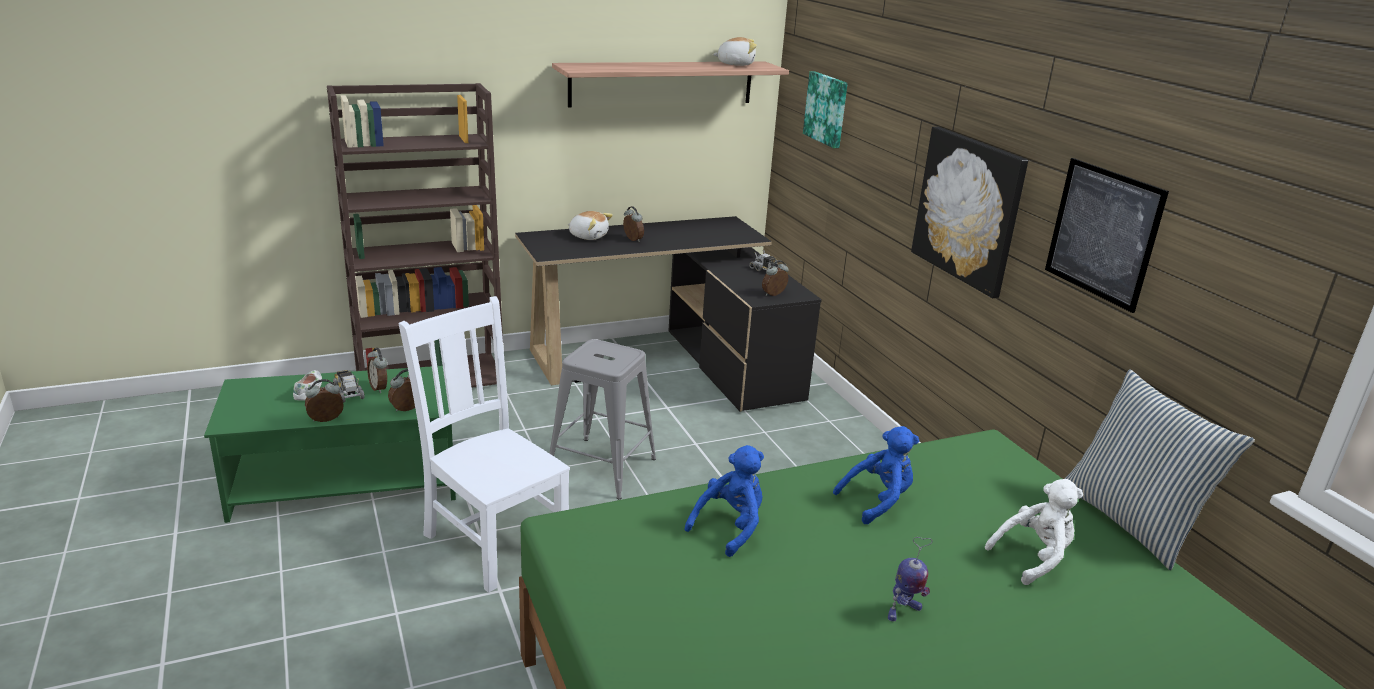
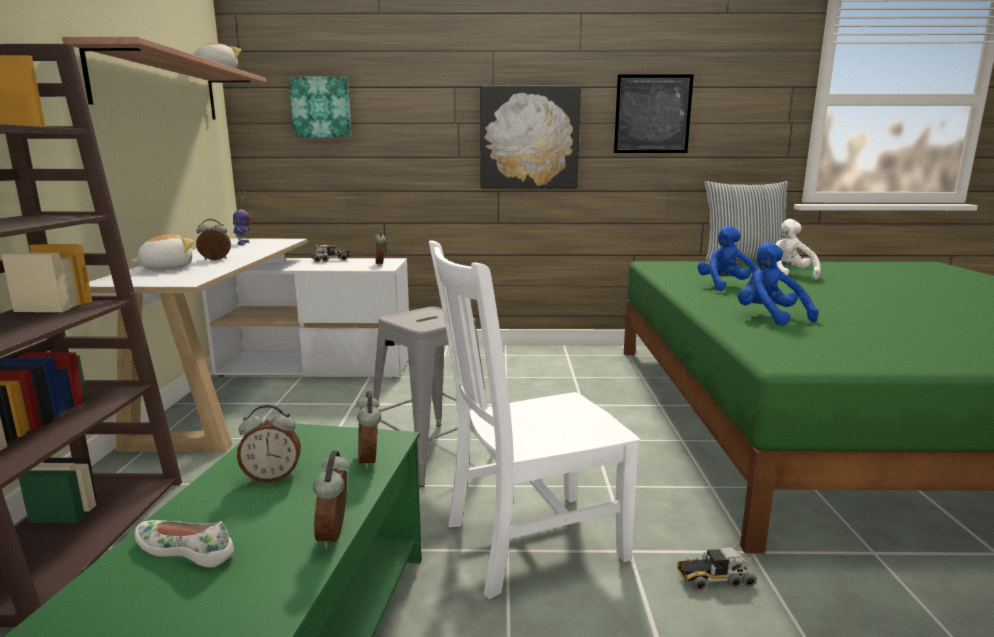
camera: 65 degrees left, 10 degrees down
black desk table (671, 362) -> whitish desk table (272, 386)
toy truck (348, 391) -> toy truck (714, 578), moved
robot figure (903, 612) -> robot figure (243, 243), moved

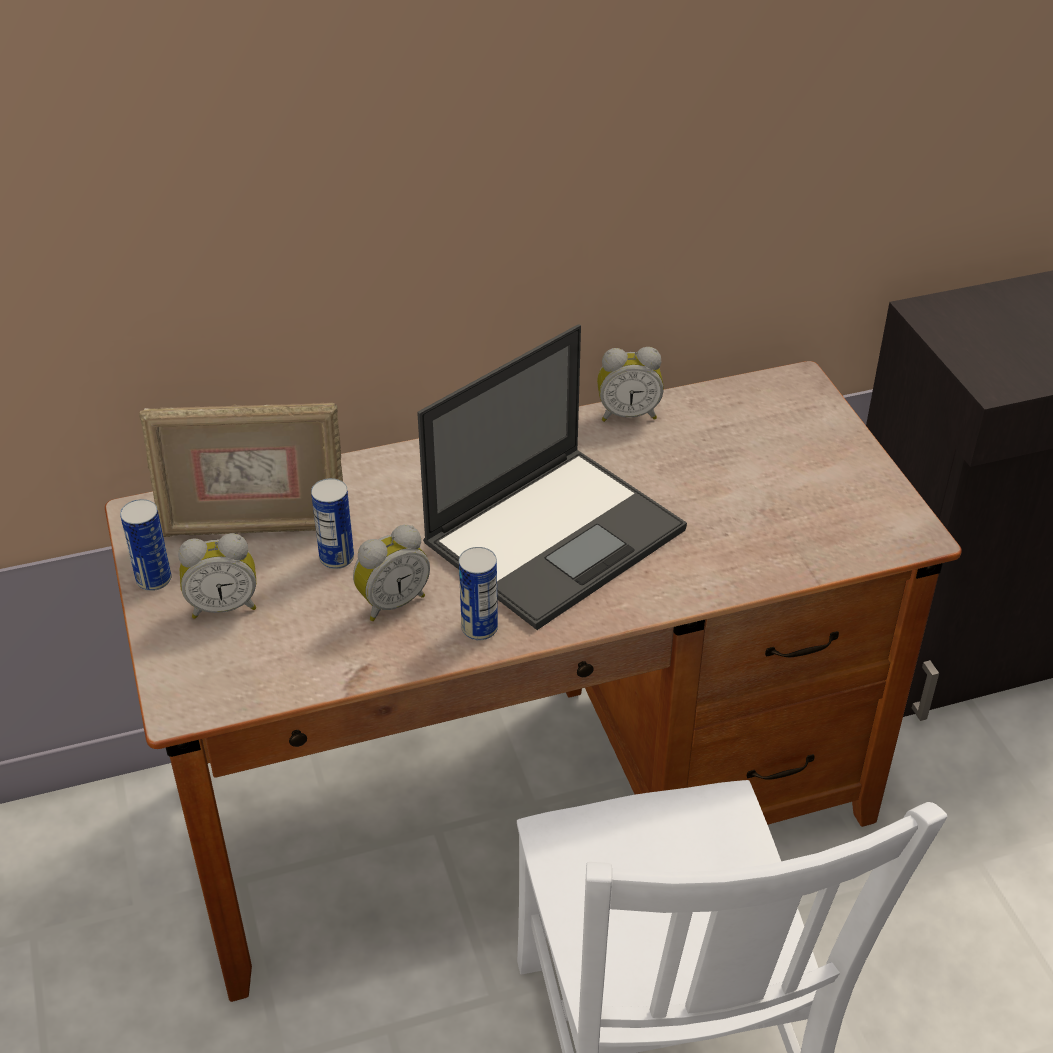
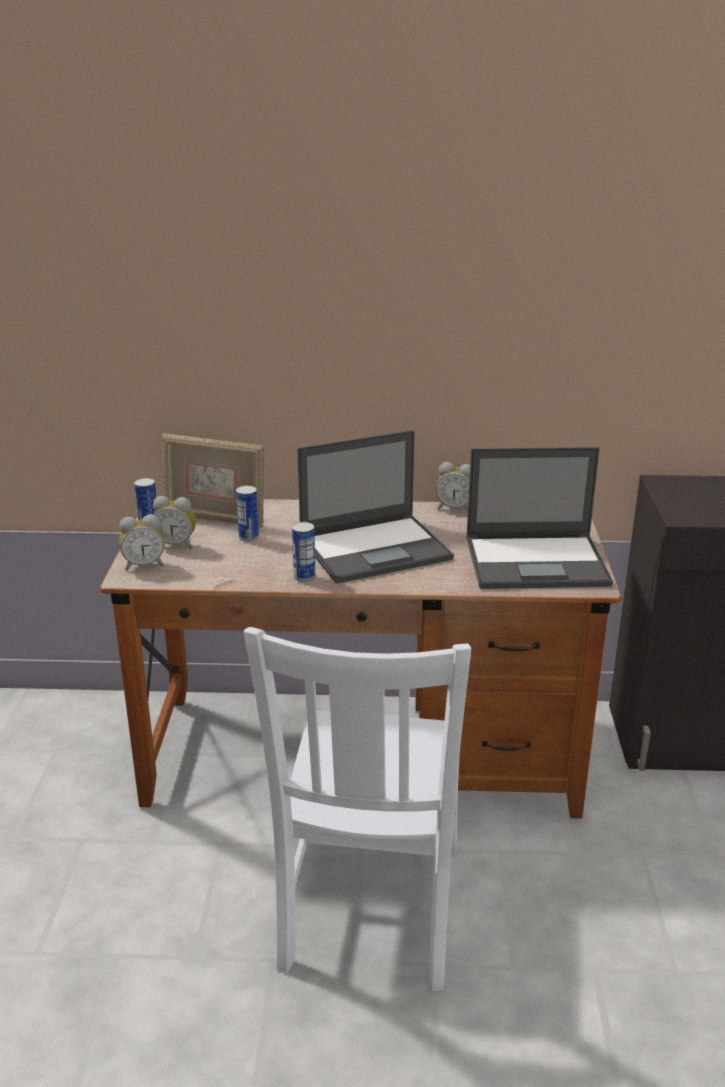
camera: 20 degrees right, 15 degrees down
alarm clock (391, 602) -> alarm clock (144, 565), moved
none -> notebook computer (537, 562)

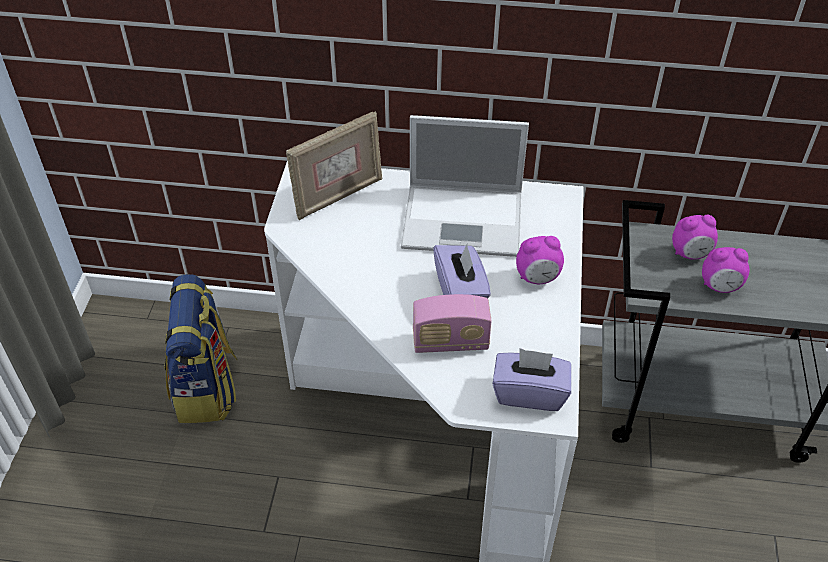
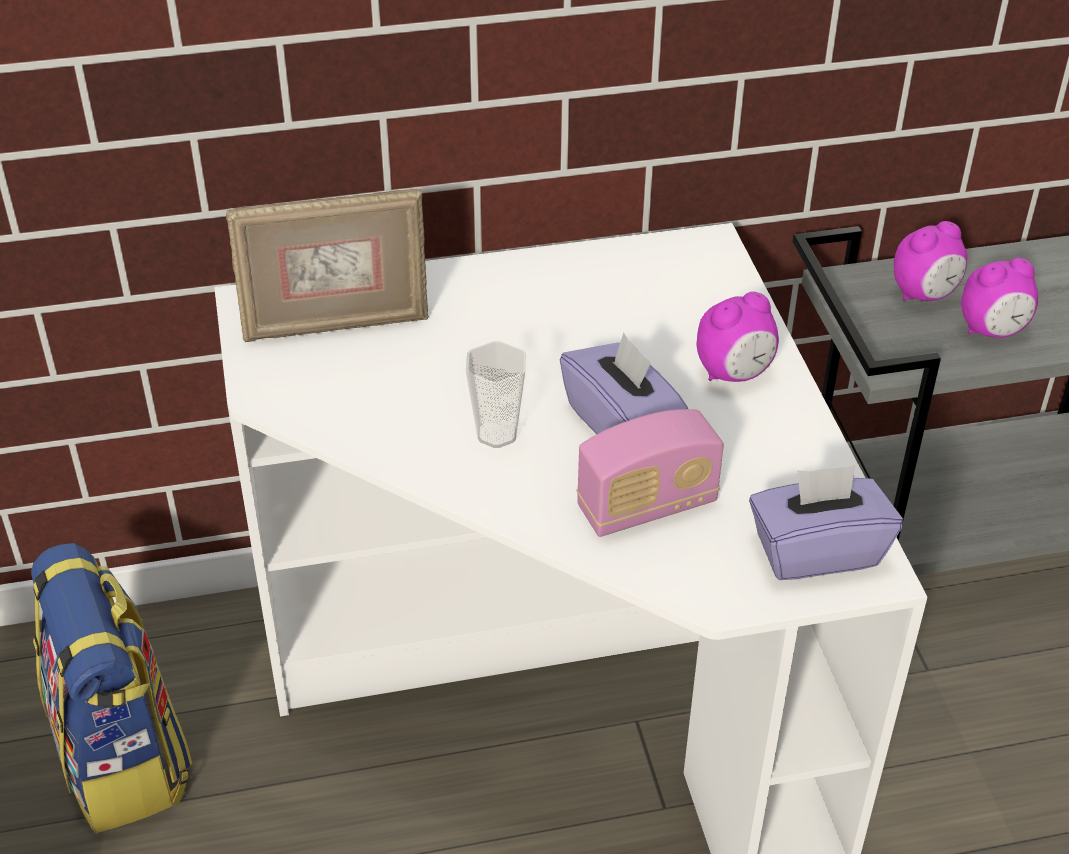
camera: 20 degrees left, 5 degrees down
picture frame (338, 196) -> picture frame (336, 325), 45 degrees clockwise
notebook computer (465, 220) -> none
none -> drinking cup (497, 434)

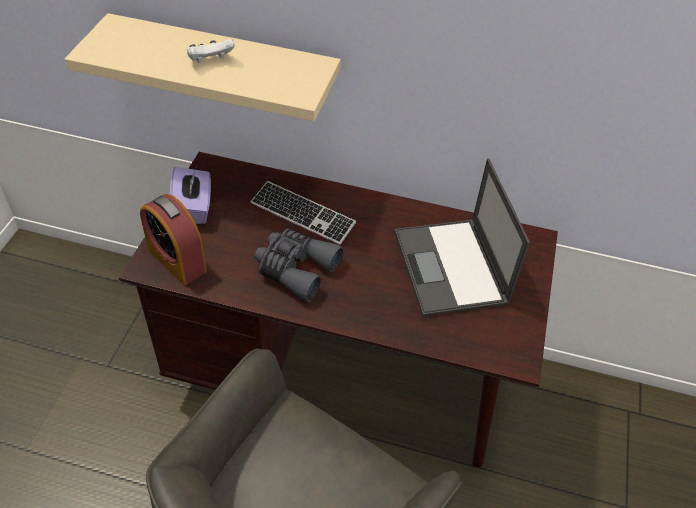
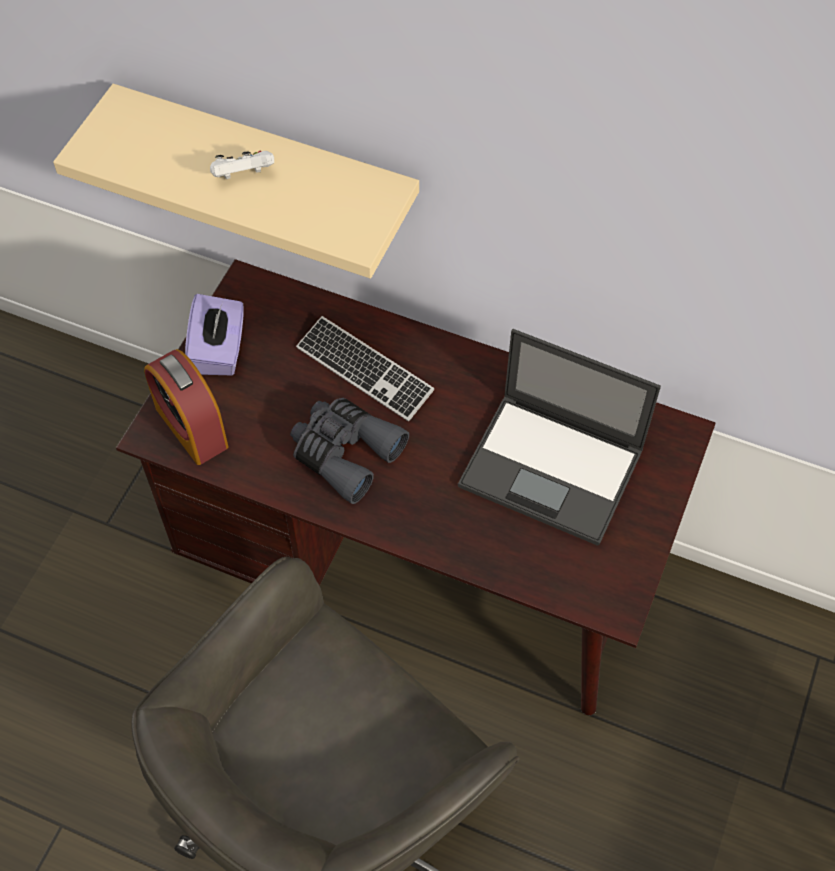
camera: 10 degrees right, 10 degrees up
notebook computer (451, 268) -> notebook computer (553, 469), 60 degrees counterclockwise

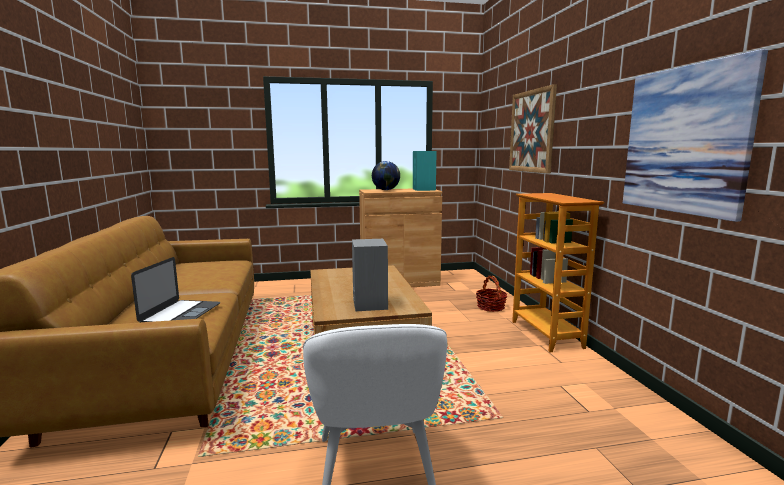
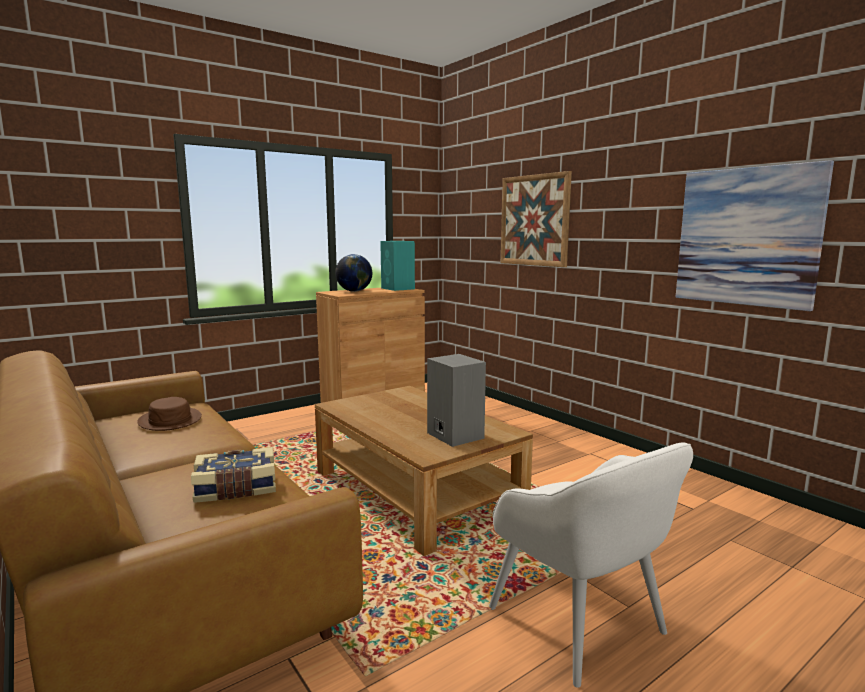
camera: 25 degrees left, 0 degrees up
bookshelf (547, 334) -> none
notebook computer (181, 313) -> book (236, 489)
basket (491, 307) -> none
none -> brown-coloured clothing hat (170, 420)

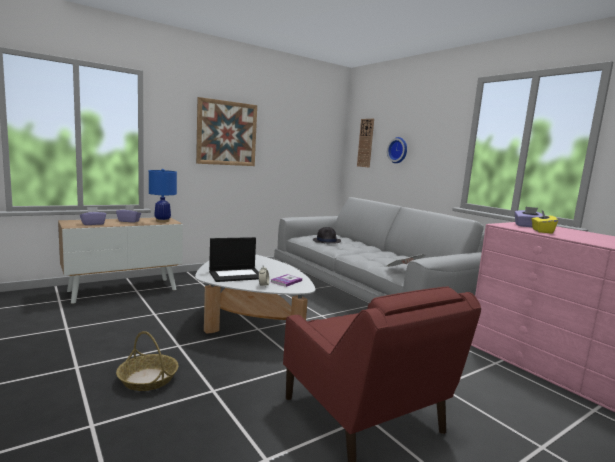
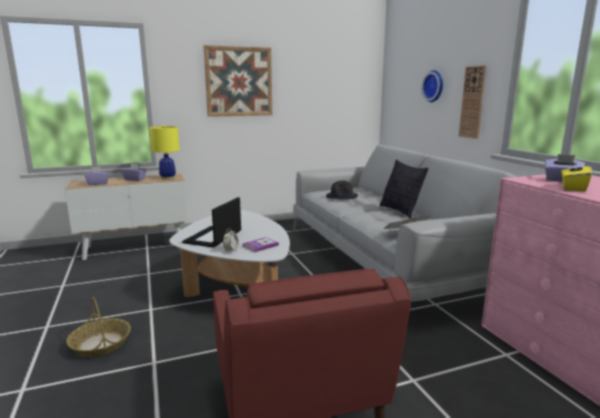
camera: 15 degrees right, 5 degrees up
hanging clock (365, 143) -> hanging clock (472, 102), moved
bluish table lamp (162, 221) -> yellowish table lamp (168, 178)
notebook computer (236, 275) -> notebook computer (213, 237), 120 degrees clockwise
none -> pillow (400, 211)

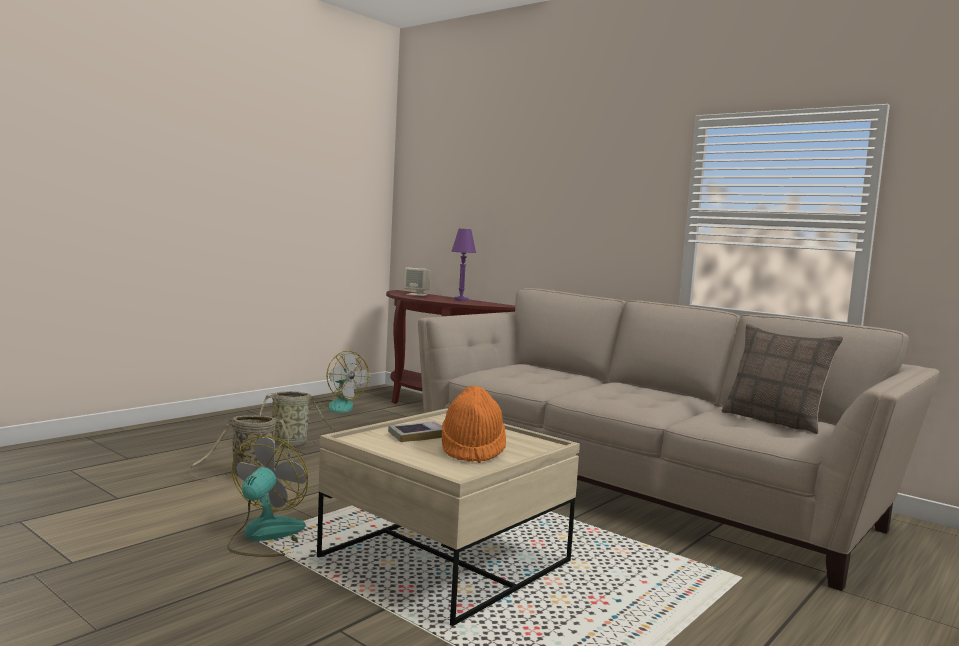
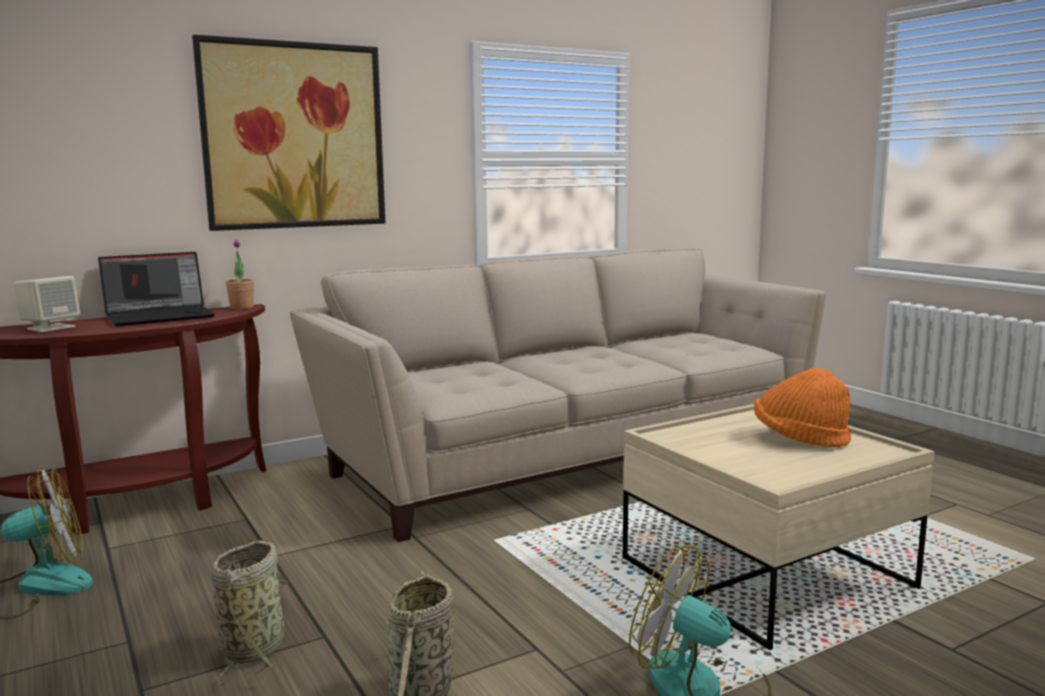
camera: 70 degrees left, 5 degrees up
purplish table lamp (461, 300) -> notebook computer (161, 317)
pillow (774, 421) -> none
book (417, 435) -> none
none -> wall picture (294, 136)
none -> houseplant (241, 307)

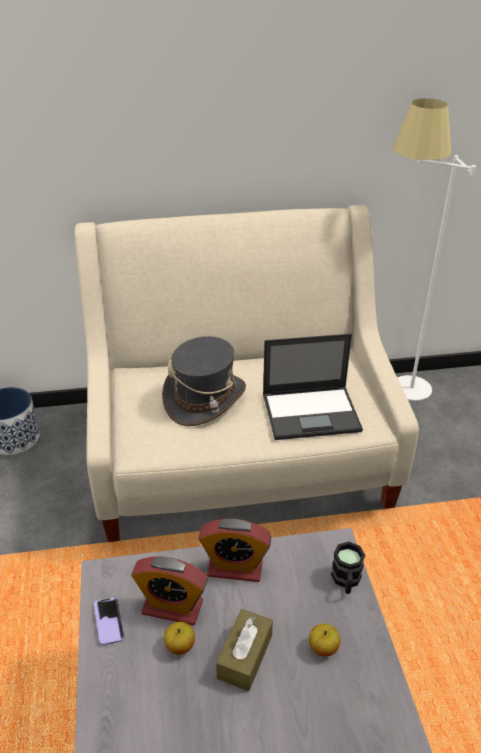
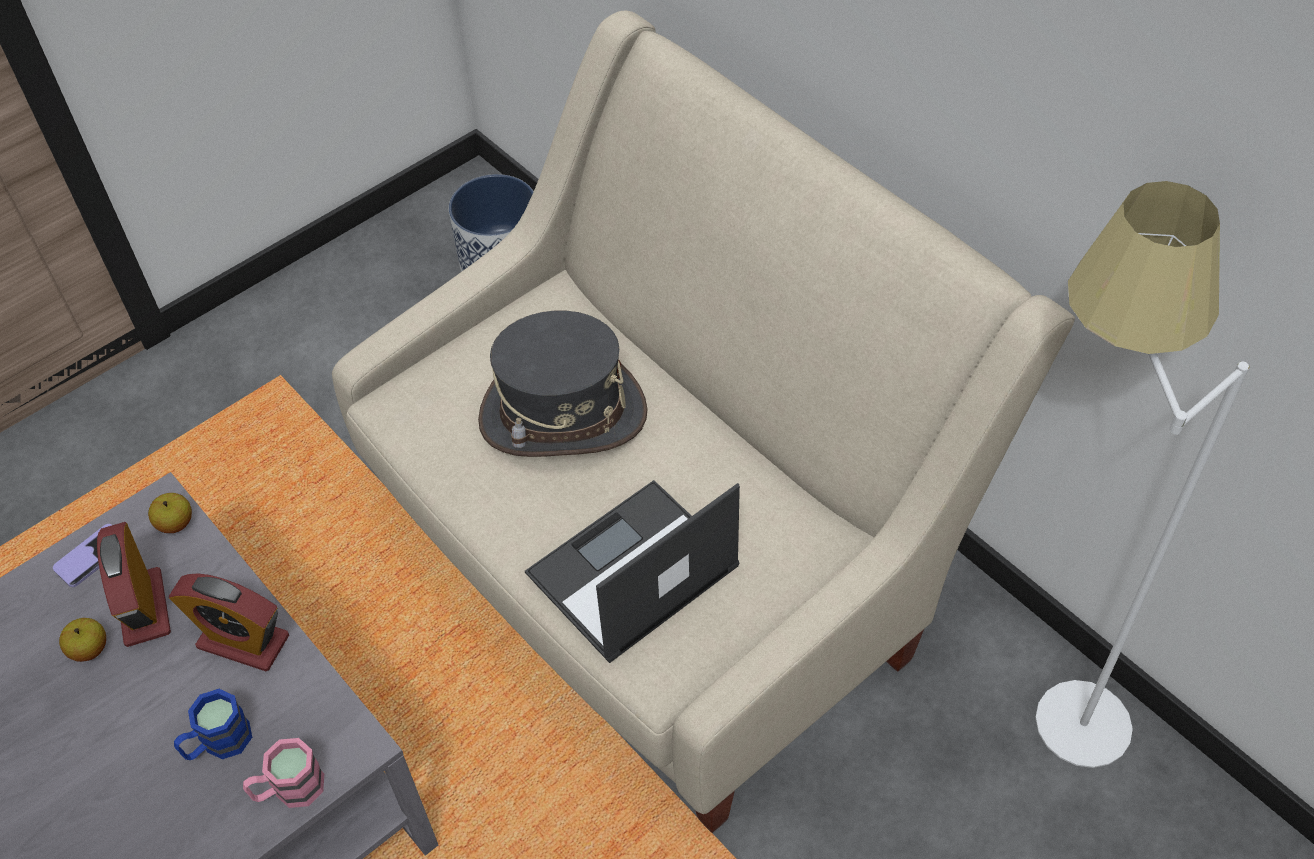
camera: 60 degrees right, 15 degrees up
notebook computer (312, 412) -> notebook computer (631, 572), 90 degrees clockwise
alarm clock (235, 568) -> alarm clock (243, 641), 45 degrees counterclockwise
black mug (346, 581) -> pink mug (289, 790)
brown-coloured tissue holder (245, 656) -> none
whole apple (323, 648) -> whole apple (175, 523), moved
none -> bluish mug (218, 743)

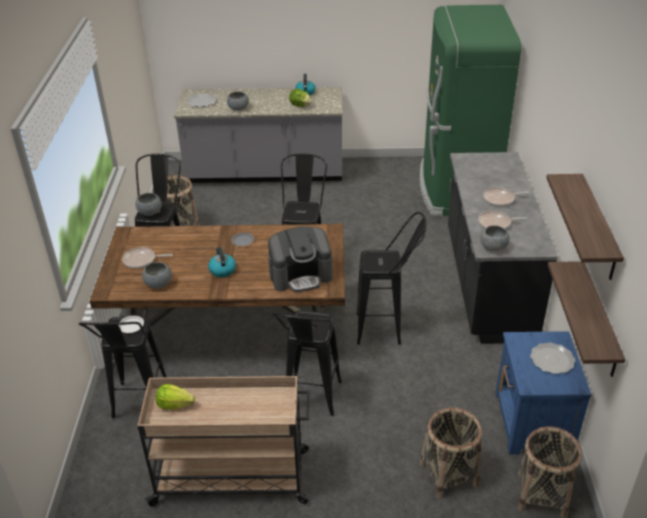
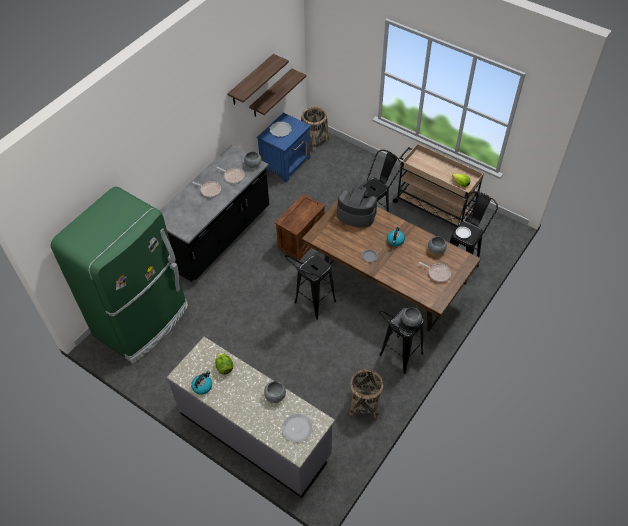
camera: 145 degrees left, 15 degrees up
black stool (387, 329) -> crate (301, 240)
basket (448, 474) -> none

